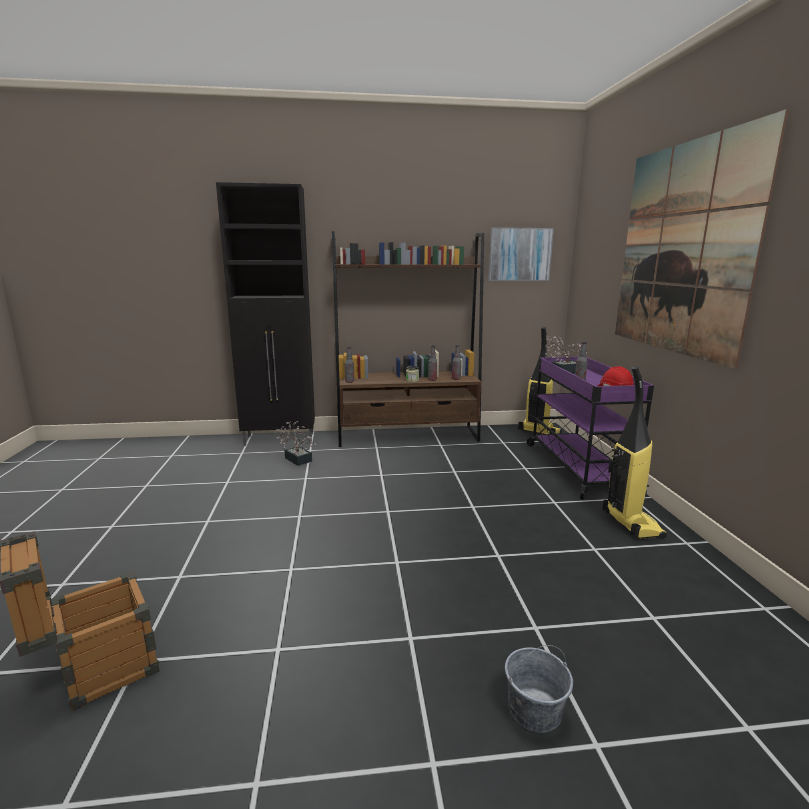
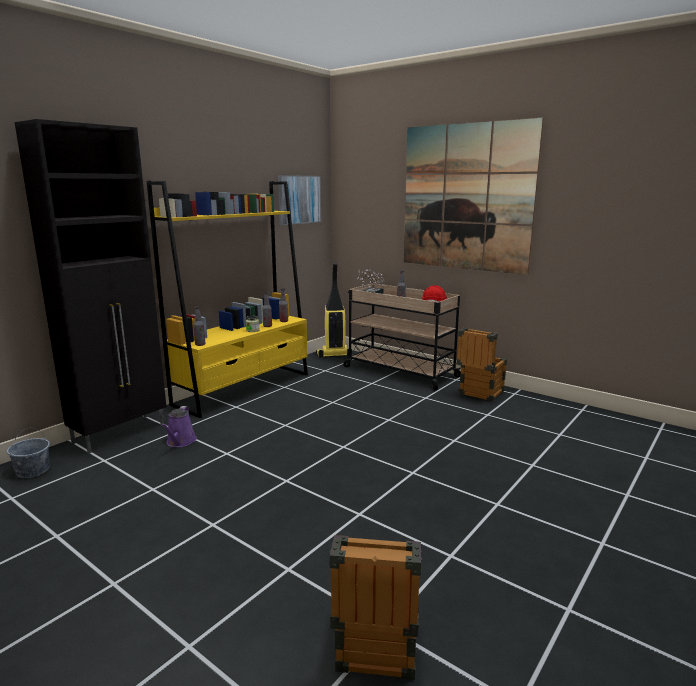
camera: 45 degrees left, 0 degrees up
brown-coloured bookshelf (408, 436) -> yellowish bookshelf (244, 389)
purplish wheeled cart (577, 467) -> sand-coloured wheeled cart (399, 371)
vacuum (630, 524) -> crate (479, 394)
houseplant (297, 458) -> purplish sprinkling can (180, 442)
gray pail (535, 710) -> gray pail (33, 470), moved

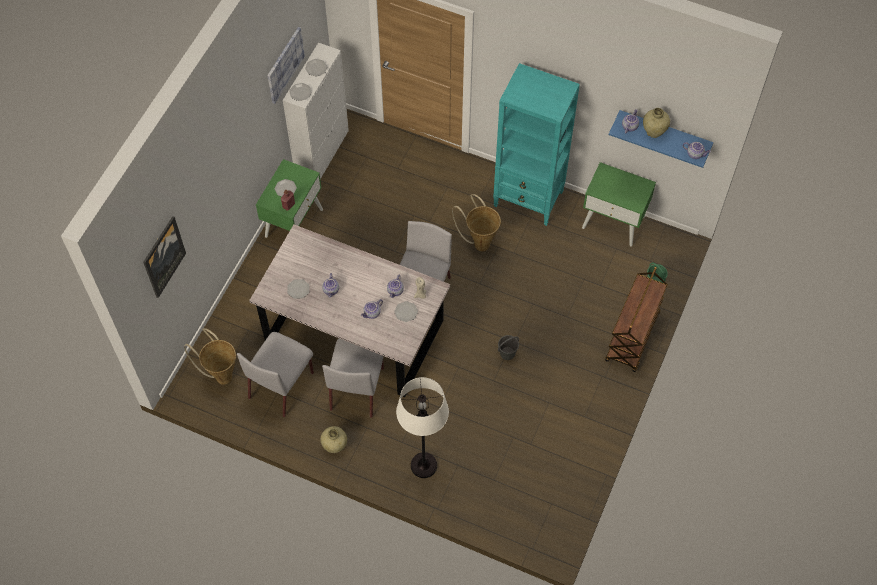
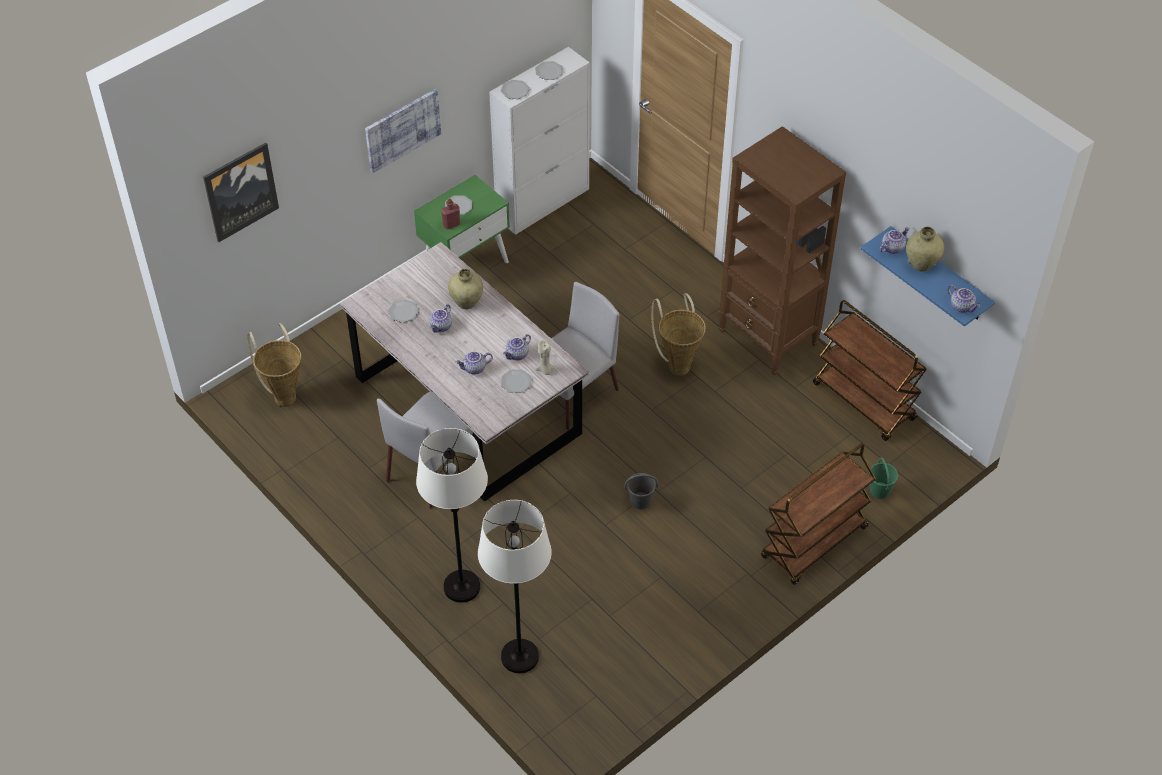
camera: 25 degrees right, 10 degrees down
wall picture (284, 64) -> wall picture (402, 130), moved
blue-green bookshelf (529, 199) -> brown-coloured bookshelf (768, 338)
green night table (613, 222) -> brown-coloured wheeled cart (865, 402)
gray chair (281, 384) -> none
sand-coloured flower vase (335, 446) -> sand-coloured flower vase (466, 302), moved
none -> whitish standard lamp (519, 656)

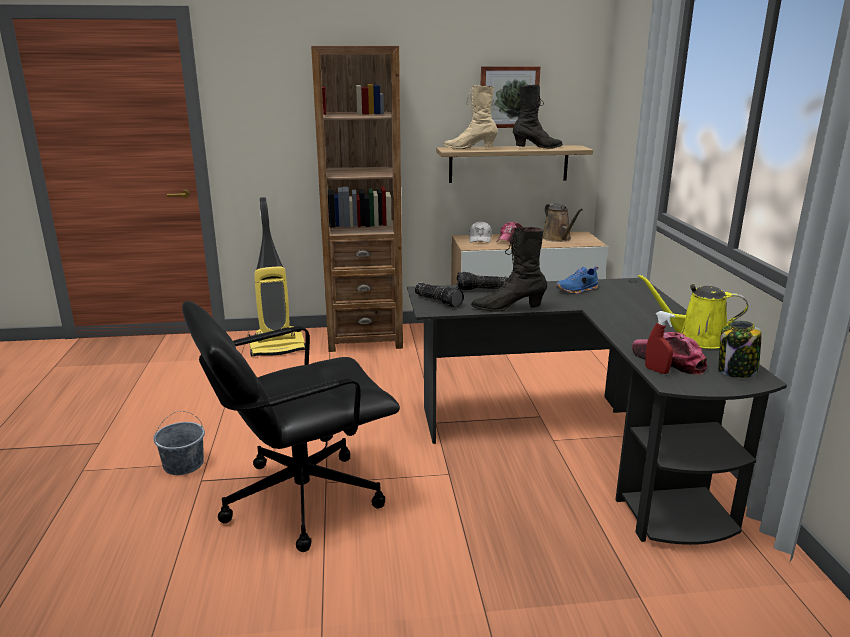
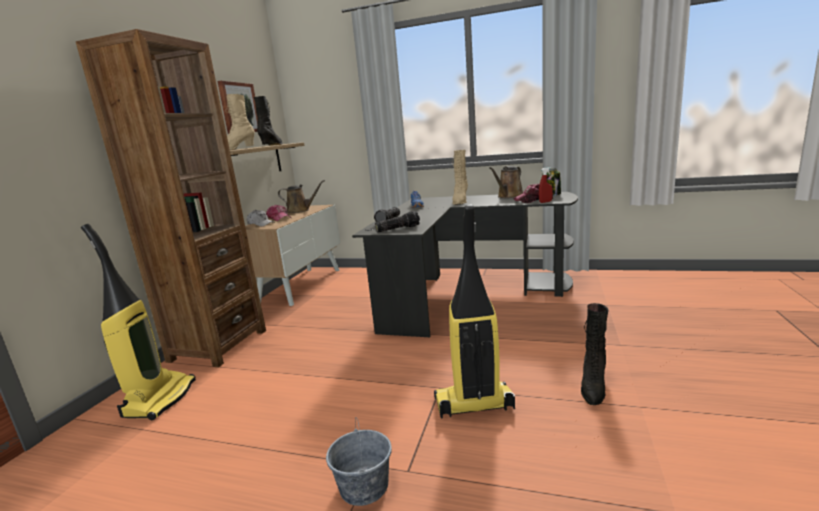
camera: 65 degrees left, 5 degrees down
black boot (508, 308) -> black boot (593, 386), moved
yellowish sprinkling can (695, 339) -> brown-coloured sprinkling can (509, 196)
black computer chair (300, 498) -> vacuum (473, 404)
none -> sand-coloured boot (460, 201)

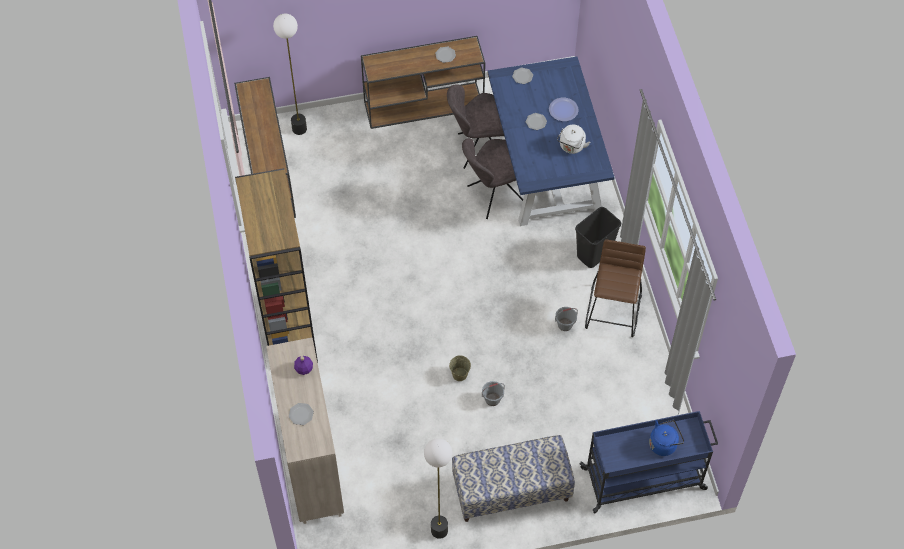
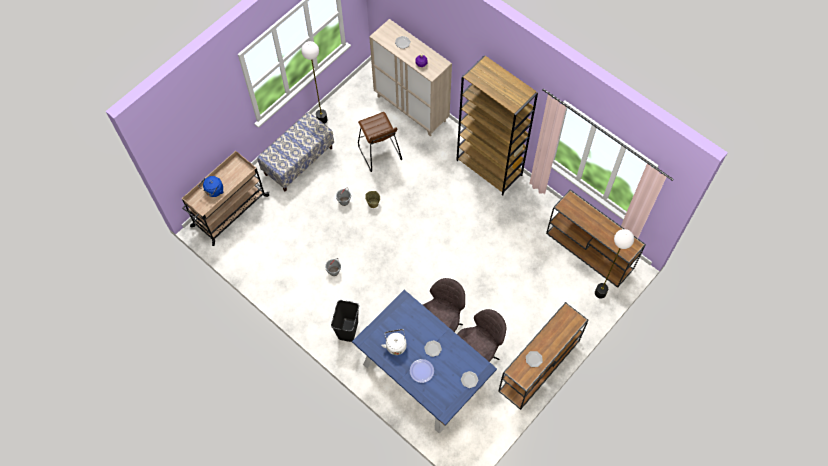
camera: 145 degrees right, 5 degrees up
brown-coloured stool (613, 311) -> brown-coloured stool (379, 152), moved
bluish wheeled cart (645, 478) -> sand-coloured wheeled cart (229, 211)

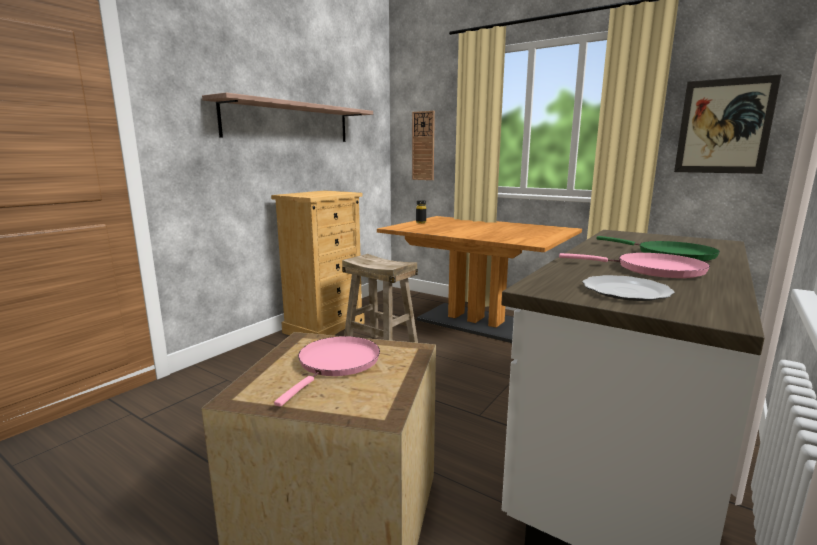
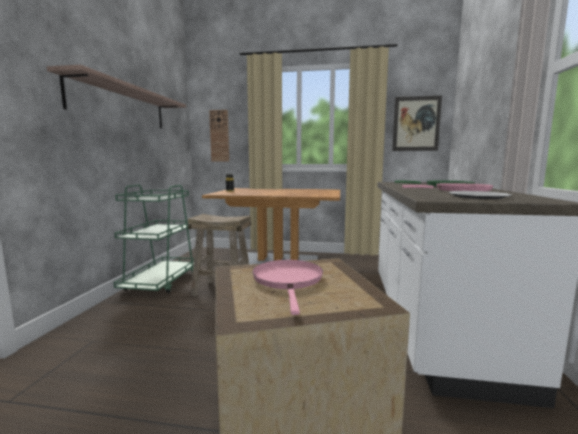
camera: 25 degrees left, 5 degrees down
sand-coloured drawer chest (324, 327) -> green wheeled cart (161, 282)

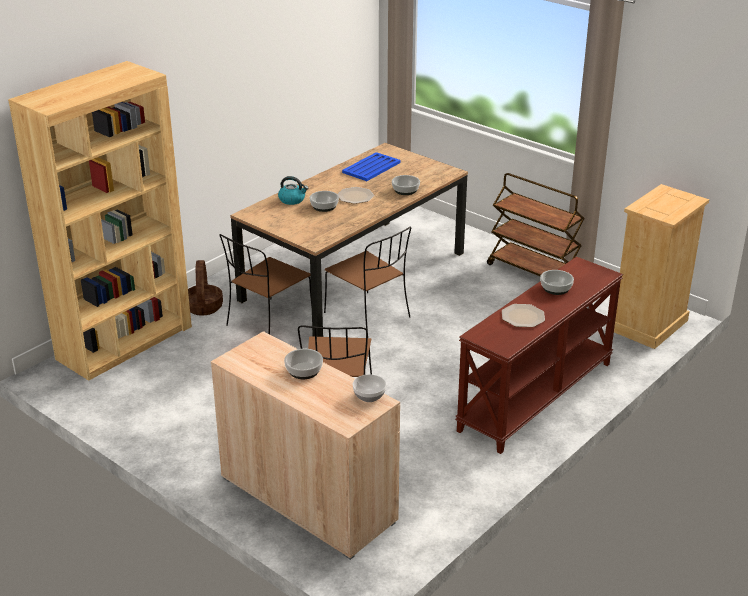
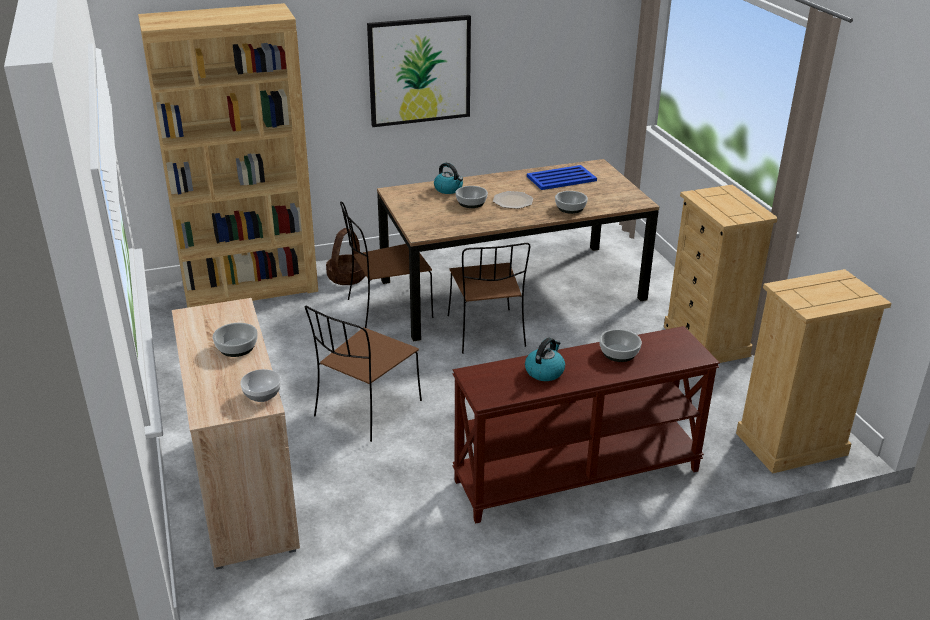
camera: 30 degrees right, 0 degrees up
brown-coloured wheeled cart (533, 272) -> sand-coloured drawer chest (706, 341)
plate (522, 317) -> kettle (544, 371)
none -> wall picture (419, 70)

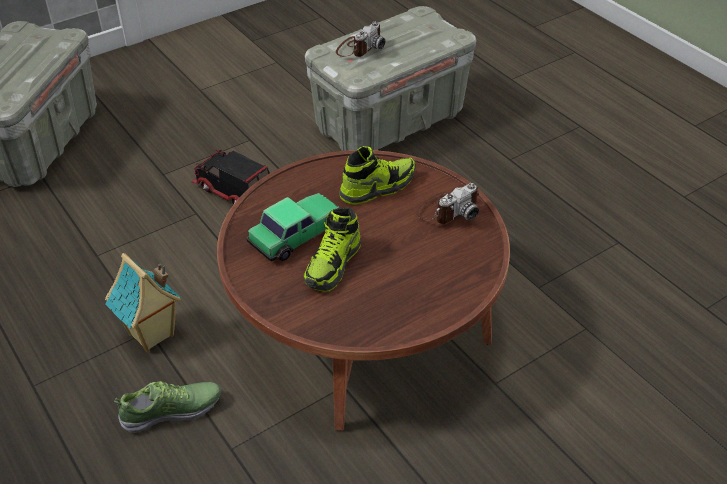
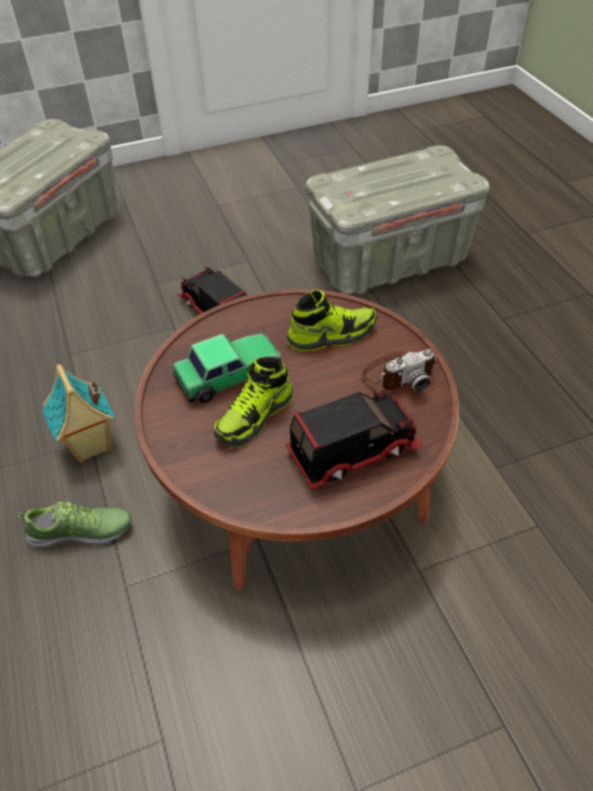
camera: 15 degrees right, 5 degrees up
still camera (359, 47) -> none
none -> toy truck (352, 449)

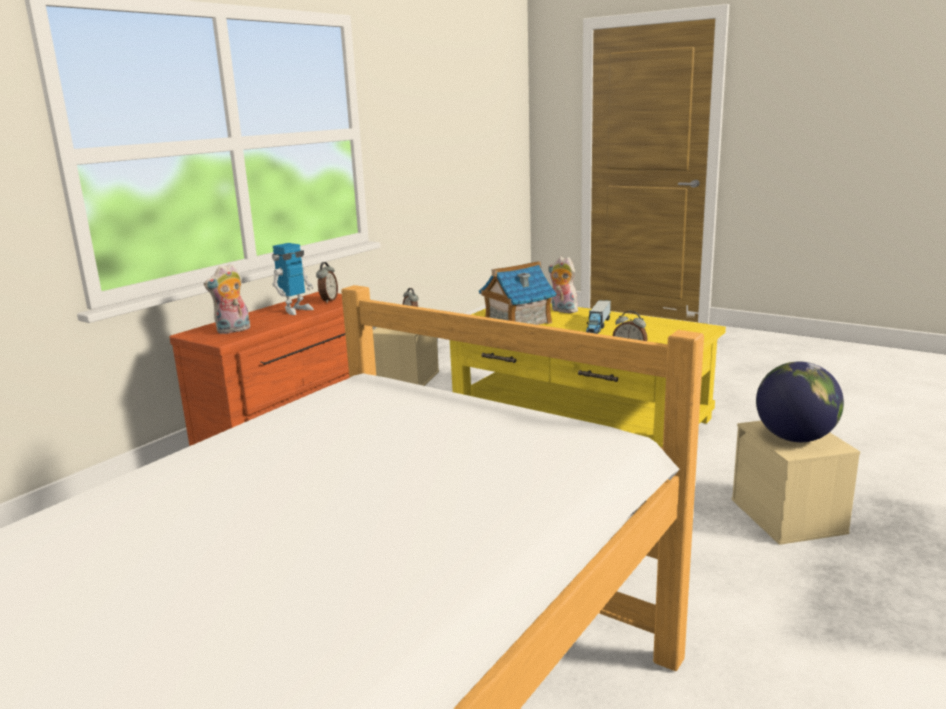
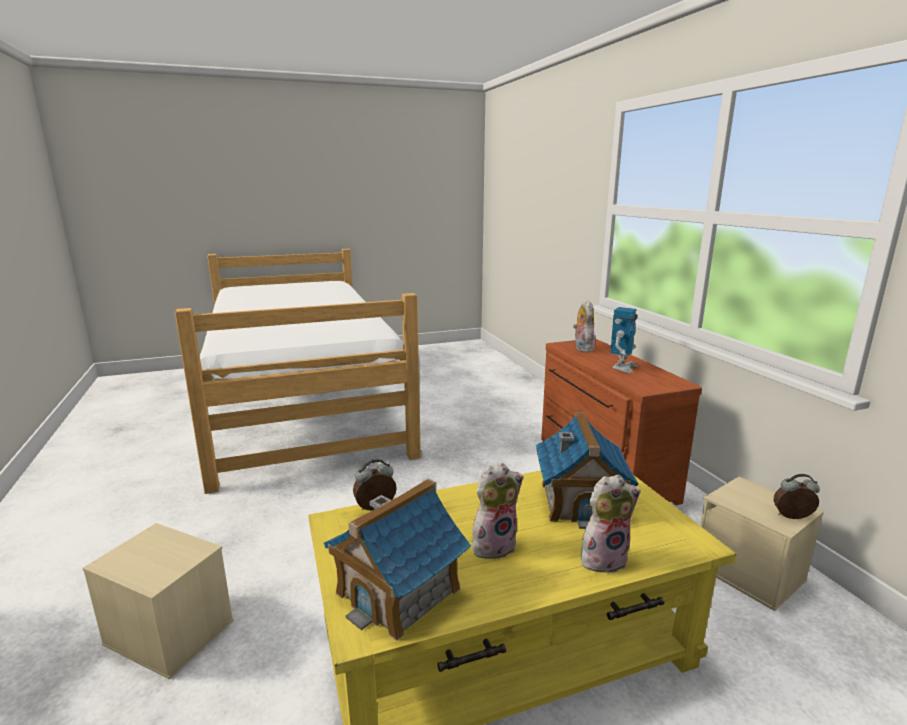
camera: 125 degrees right, 0 degrees up
robot figure (295, 310) -> robot figure (622, 368), 135 degrees counterclockwise
alarm clock (328, 300) -> none
toy truck (598, 326) -> soft toy (494, 545)
globe (795, 438) -> none
none -> model house (399, 591)

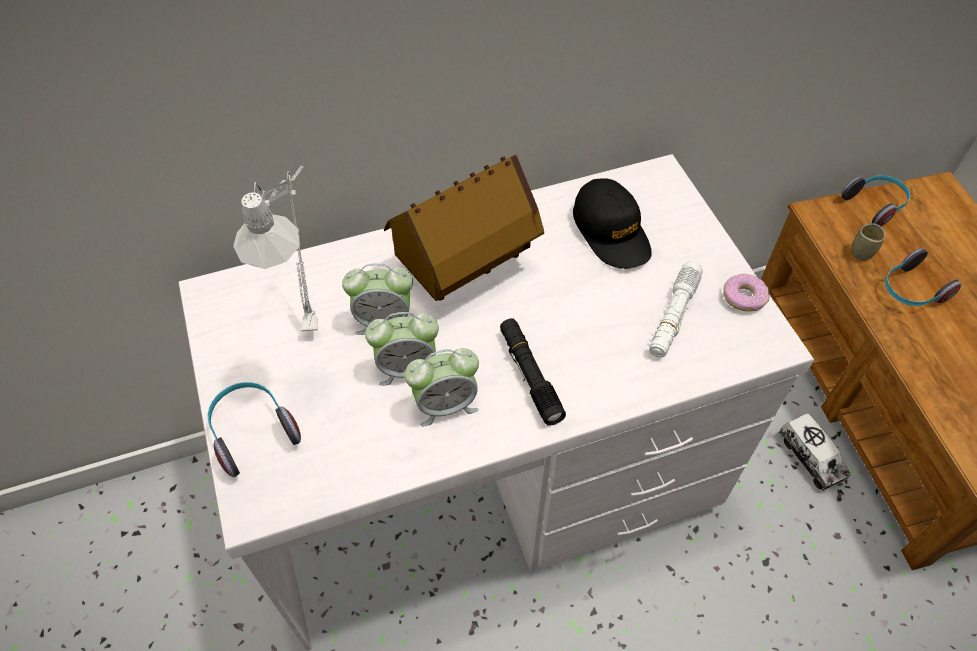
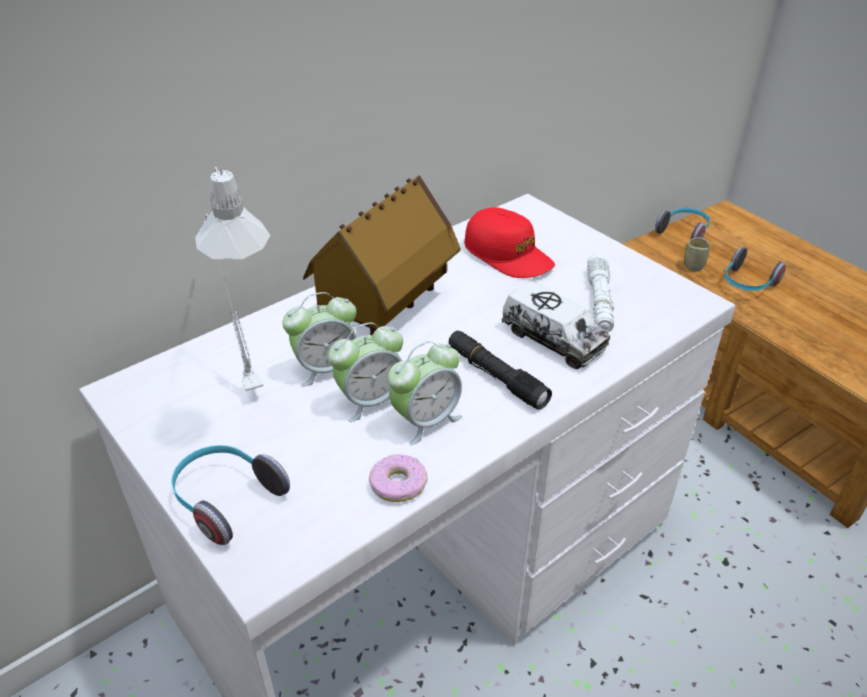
camera: 20 degrees left, 15 degrees down
black peaked cap (611, 232) -> red peaked cap (508, 255)
ring doughnut (744, 297) -> ring doughnut (398, 484), moved
toy truck (810, 457) -> toy truck (553, 339), moved

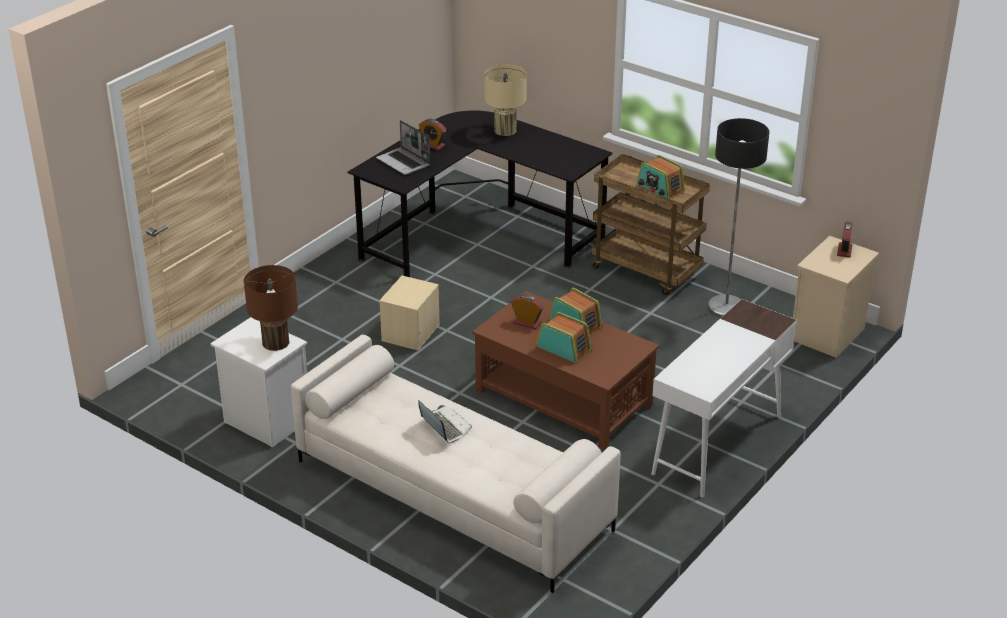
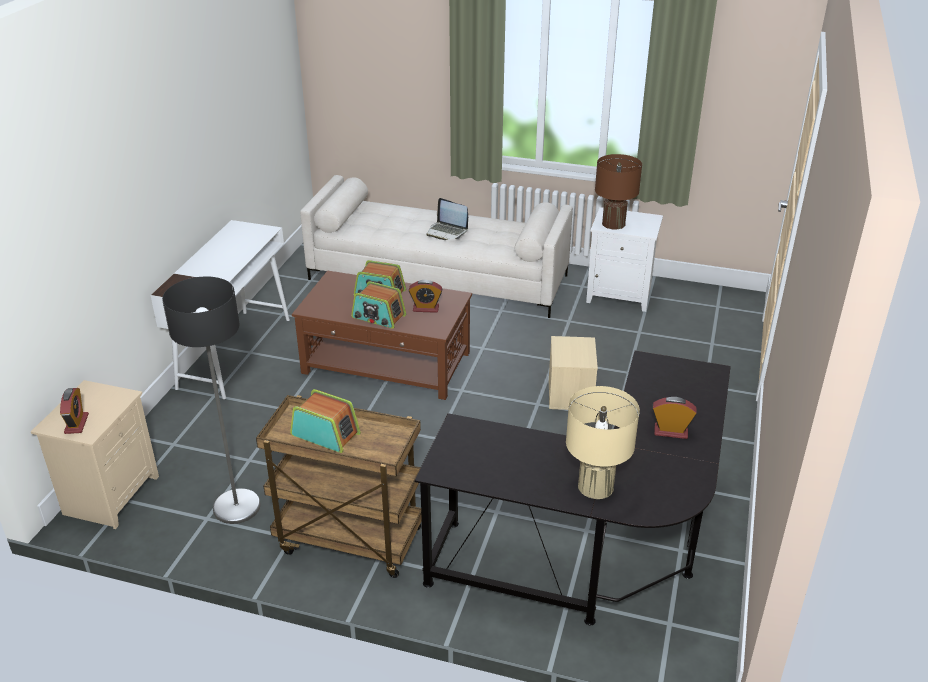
camera: 160 degrees right, 0 degrees up
notebook computer (404, 162) -> none

